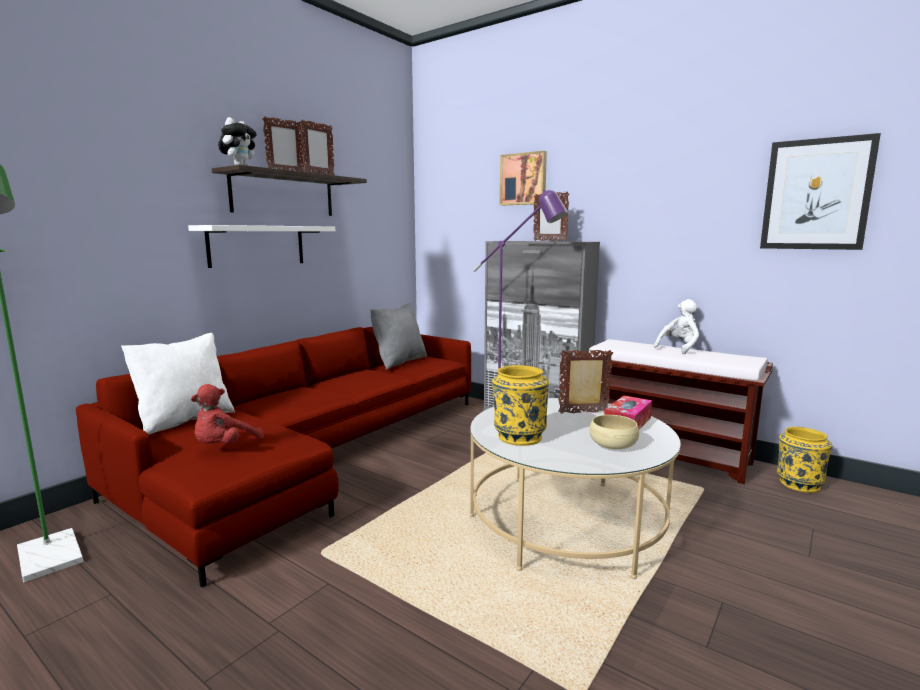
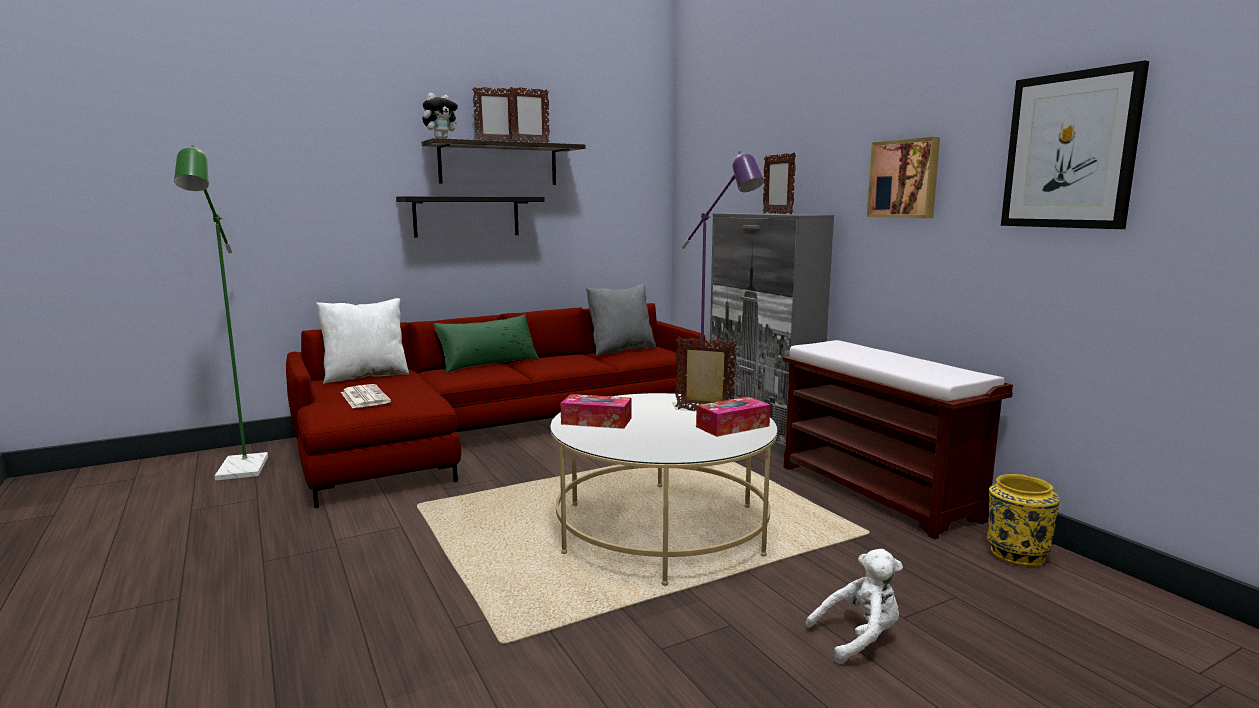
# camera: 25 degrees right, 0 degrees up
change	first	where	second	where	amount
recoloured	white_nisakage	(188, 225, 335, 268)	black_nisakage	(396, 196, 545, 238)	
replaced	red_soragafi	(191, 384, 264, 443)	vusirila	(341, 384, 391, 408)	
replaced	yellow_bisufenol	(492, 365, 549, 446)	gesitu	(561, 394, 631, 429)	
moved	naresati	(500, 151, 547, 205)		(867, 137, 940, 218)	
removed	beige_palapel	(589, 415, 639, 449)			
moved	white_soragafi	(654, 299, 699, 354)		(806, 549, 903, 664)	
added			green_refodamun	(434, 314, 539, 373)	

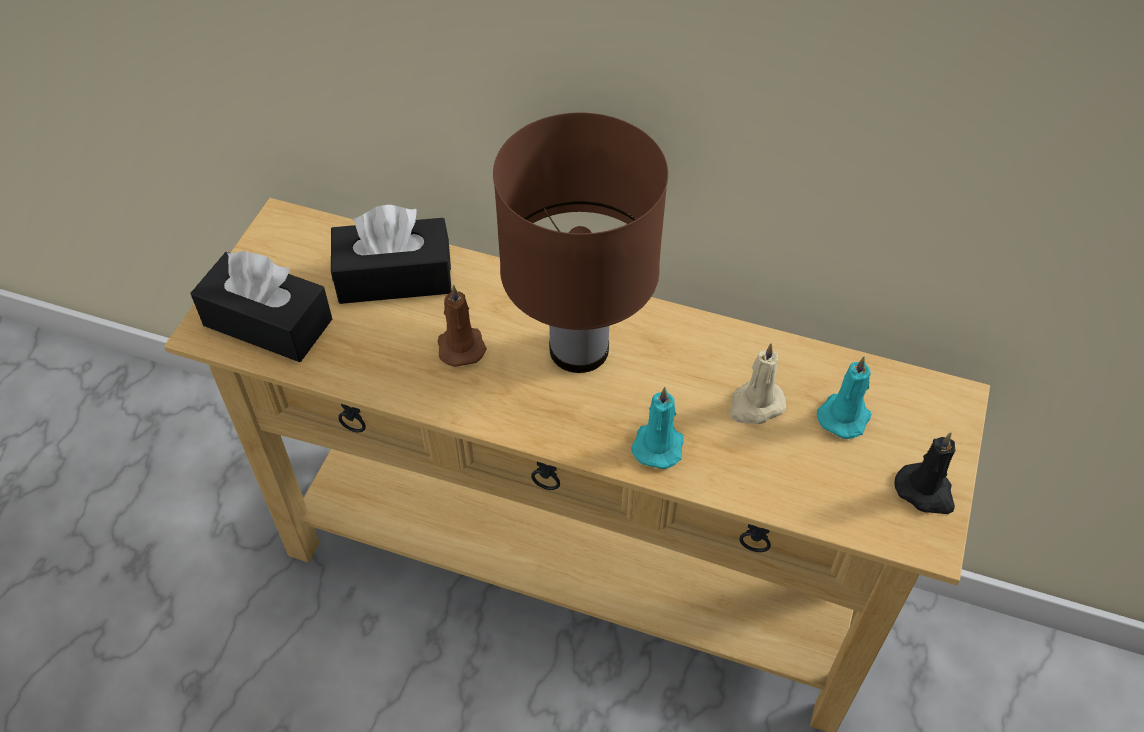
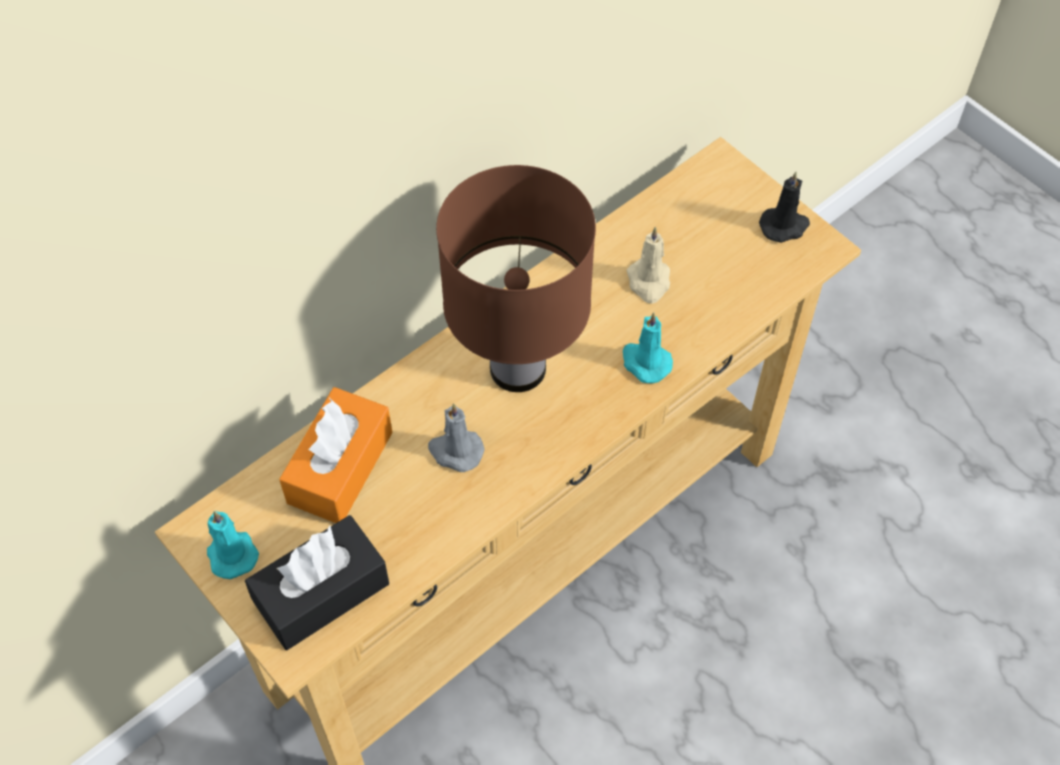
# camera: 60 degrees left, 5 degrees up
change	first	where	second	where	amount
recoloured	black_gesitu	(331, 205, 452, 304)	orange_gesitu	(279, 387, 392, 523)	
recoloured	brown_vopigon	(438, 284, 487, 367)	grey_vopigon	(428, 403, 485, 472)	
moved	turquoise_vopigon	(817, 356, 871, 439)		(207, 510, 259, 579)	

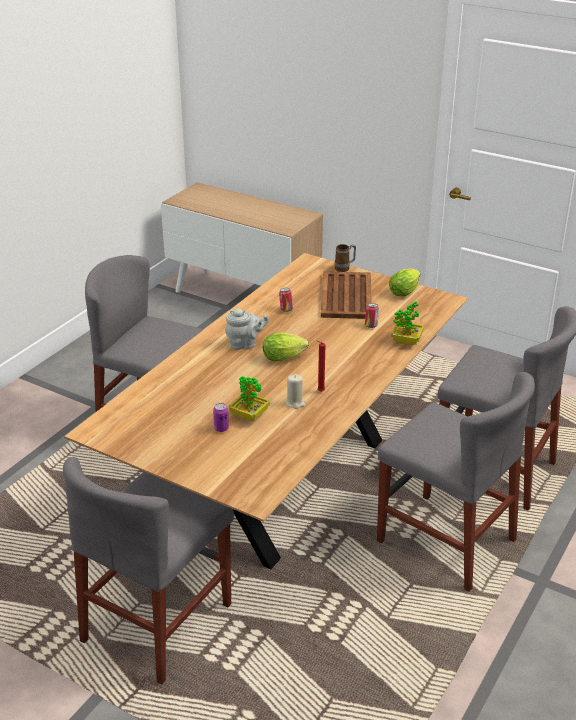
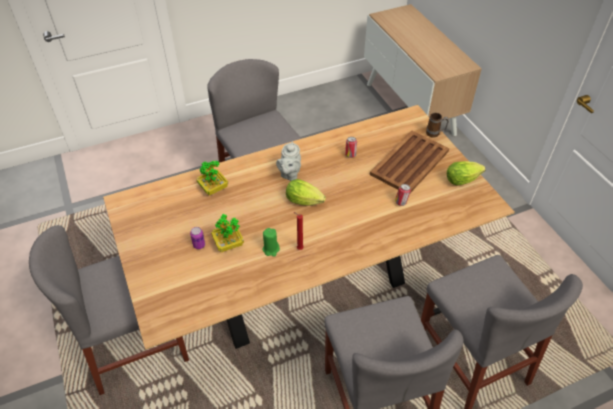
# camera: 35 degrees right, 15 degrees up
change	first	where	second	where	amount
turned	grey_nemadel	(225, 309, 269, 350)		(276, 141, 301, 181)	75 degrees clockwise
recoloured	beige_vopigon	(286, 374, 305, 409)	green_vopigon	(263, 228, 280, 257)	
moved	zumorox	(391, 301, 424, 346)		(196, 161, 228, 196)	

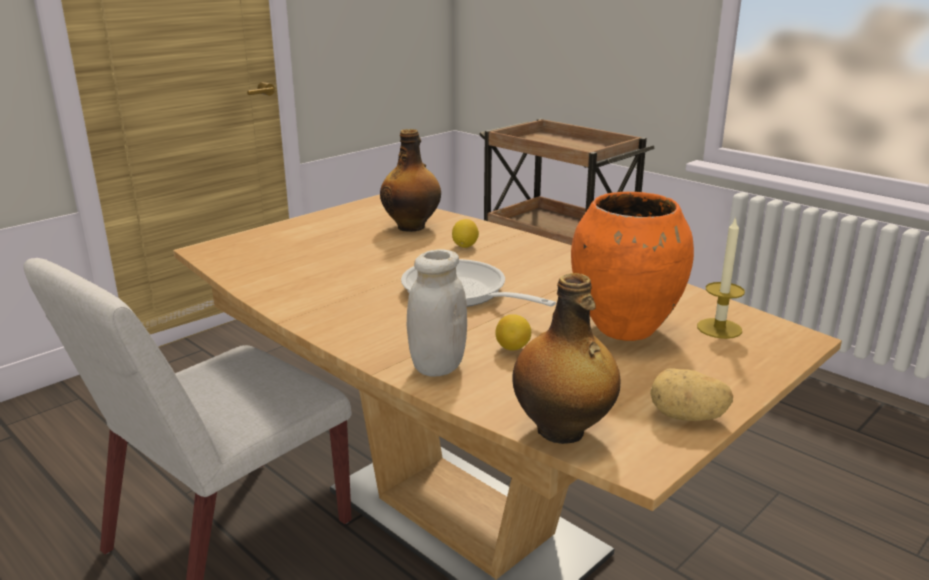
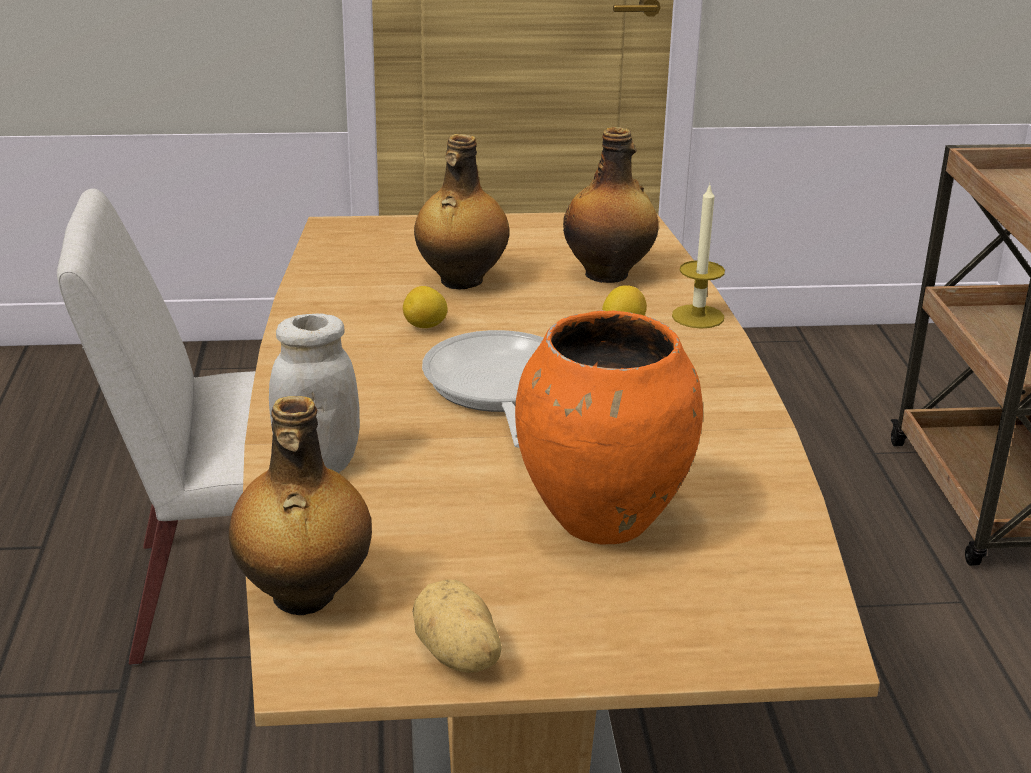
# camera: 40 degrees right, 5 degrees up
change	first	where	second	where	amount
moved	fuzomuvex	(495, 314, 531, 350)		(403, 286, 448, 328)	
moved	vopigon	(697, 216, 745, 339)		(672, 183, 725, 329)	
added			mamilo	(414, 134, 509, 289)	

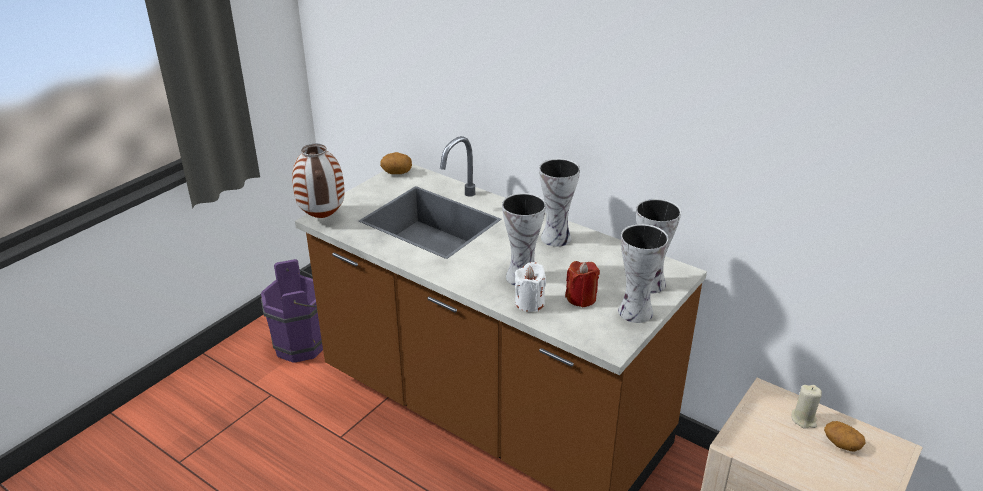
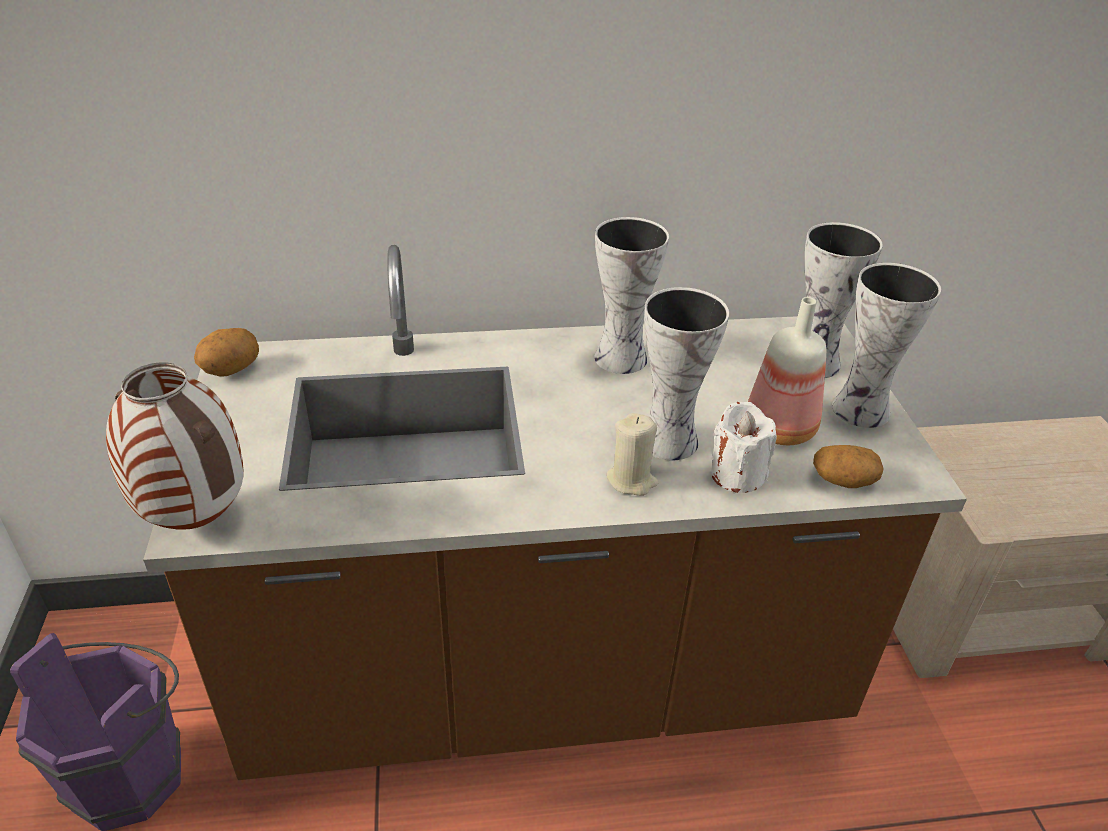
# camera: 45 degrees left, 5 degrees up
change	first	where	second	where	amount
replaced	red_vopigon	(565, 261, 600, 307)	mamilo	(748, 297, 827, 445)	
moved	beige_vopigon	(791, 385, 822, 429)		(606, 413, 658, 496)	
moved	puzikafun	(824, 421, 866, 452)		(813, 445, 884, 488)	

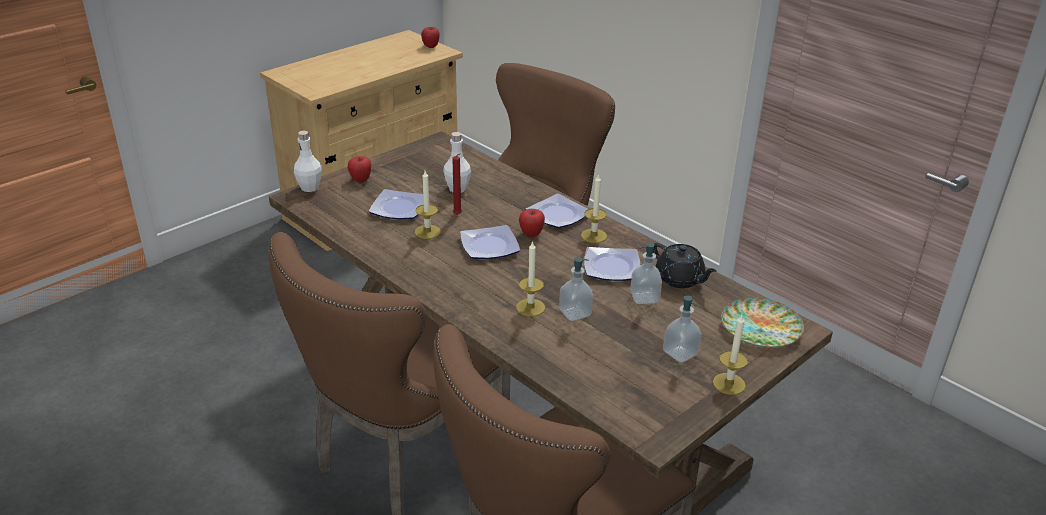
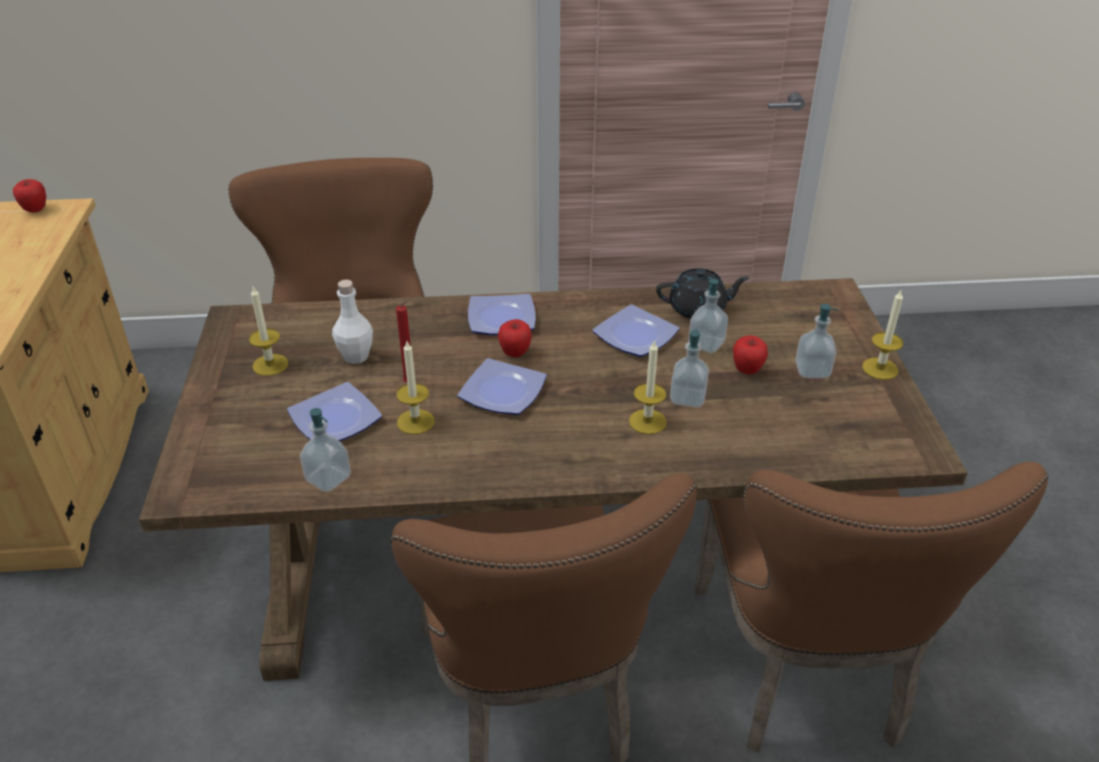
# camera: 50 degrees left, 5 degrees up
change	first	where	second	where	amount
removed	white_mamilo	(294, 131, 322, 192)			
moved	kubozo	(348, 156, 371, 182)		(733, 335, 768, 374)	
moved	vopigon	(581, 174, 607, 243)		(249, 287, 288, 376)	
removed	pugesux	(722, 297, 804, 348)			
added			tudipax	(300, 408, 351, 492)	

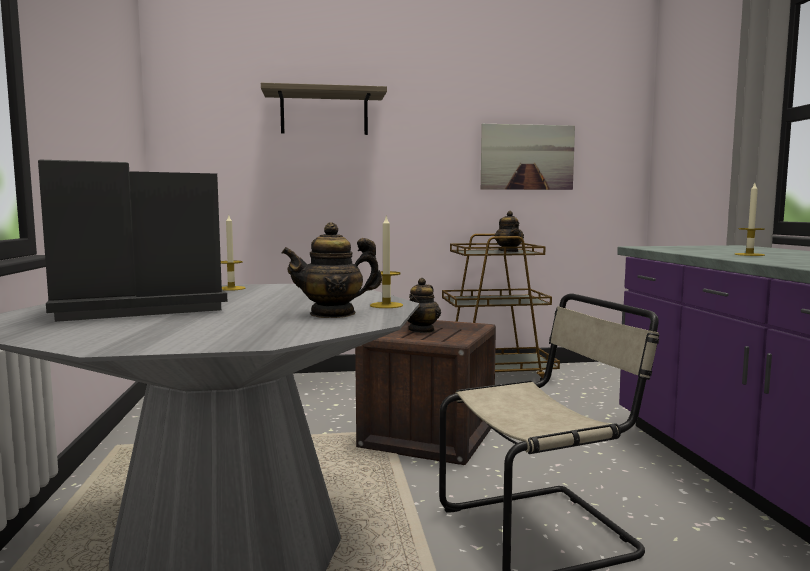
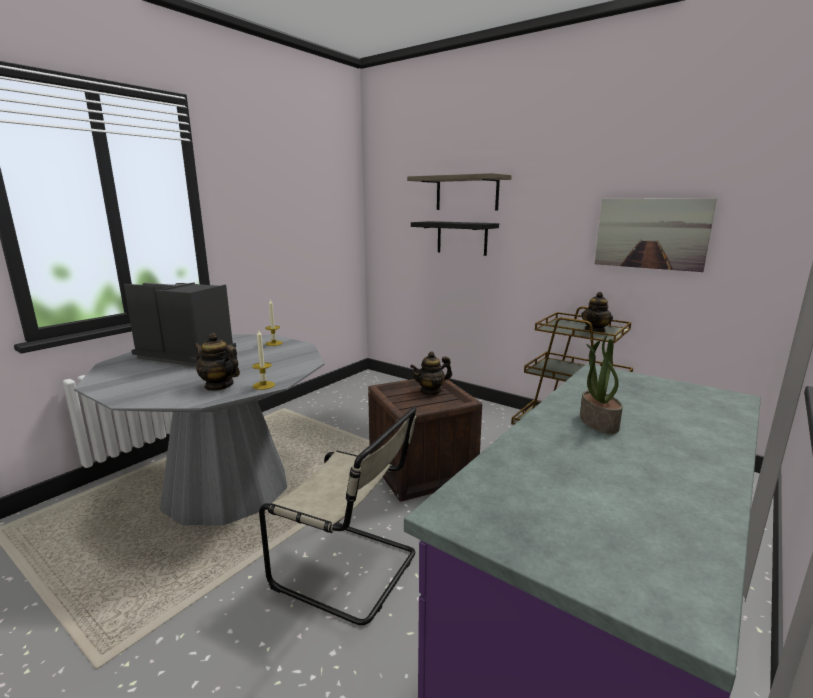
# camera: 45 degrees right, 10 degrees up
change	first	where	second	where	amount
replaced	vopigon	(735, 183, 765, 256)	zumorox	(580, 334, 623, 434)	
added			black_nisakage	(411, 221, 499, 256)	

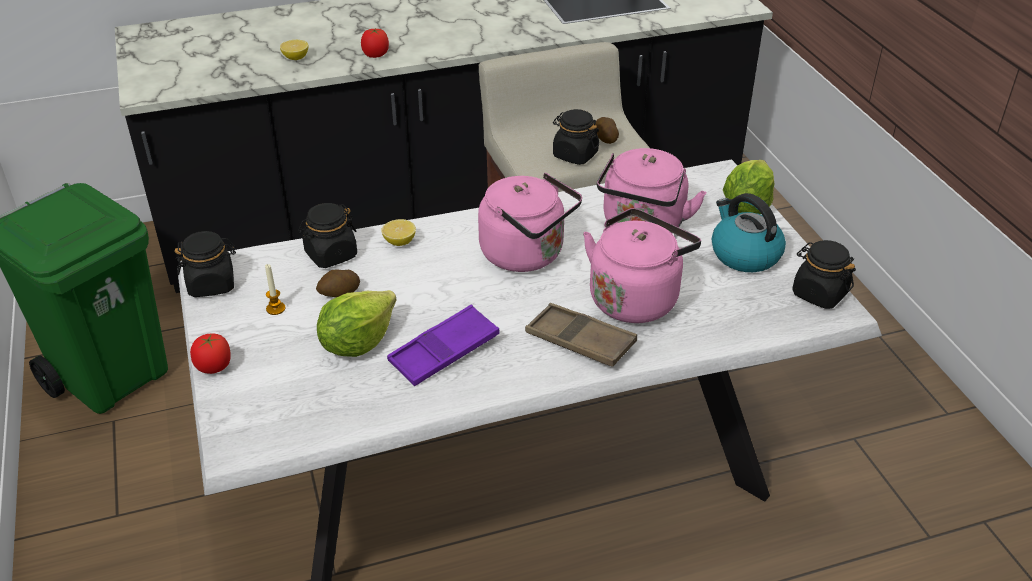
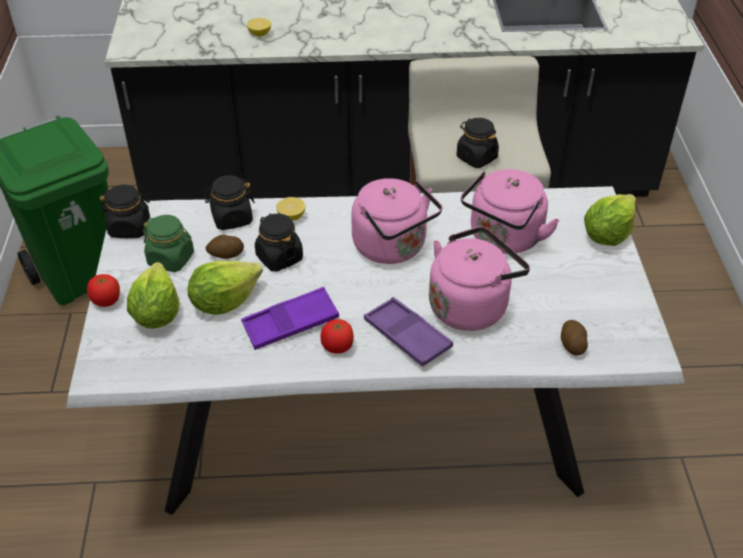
# camera: 15 degrees right, 5 degrees up
change	first	where	second	where	amount
replaced	vopigon	(265, 264, 286, 315)	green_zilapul	(142, 215, 194, 272)	
moved	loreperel	(361, 29, 389, 58)		(320, 319, 354, 354)	
recoloured	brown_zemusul	(525, 303, 637, 367)	purple_zemusul	(364, 297, 453, 367)	
moved	puzikafun	(595, 117, 619, 144)		(561, 320, 588, 355)	
removed	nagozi	(712, 193, 786, 272)			
moved	black_zilapul	(792, 240, 856, 309)		(255, 214, 303, 272)	
added			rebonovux	(127, 262, 179, 328)	

